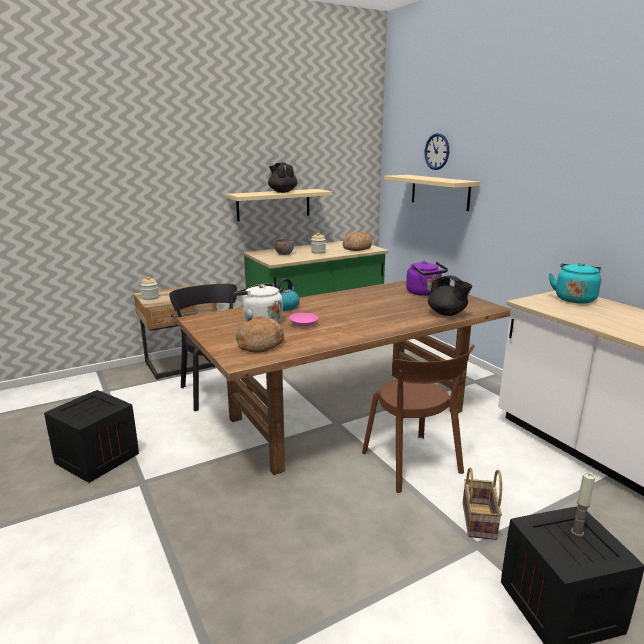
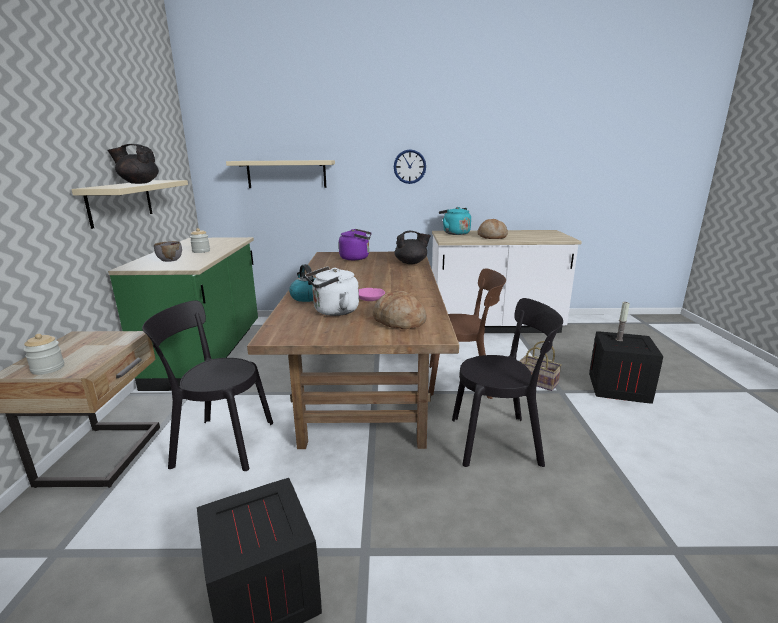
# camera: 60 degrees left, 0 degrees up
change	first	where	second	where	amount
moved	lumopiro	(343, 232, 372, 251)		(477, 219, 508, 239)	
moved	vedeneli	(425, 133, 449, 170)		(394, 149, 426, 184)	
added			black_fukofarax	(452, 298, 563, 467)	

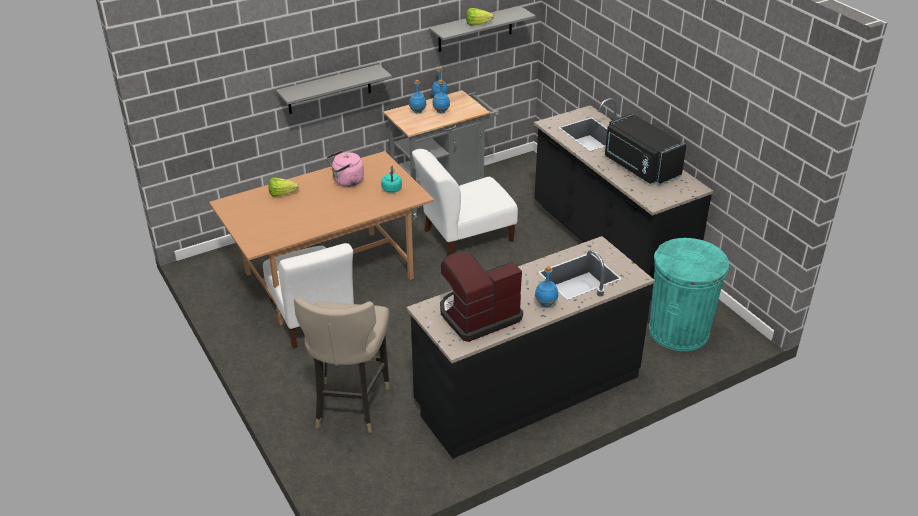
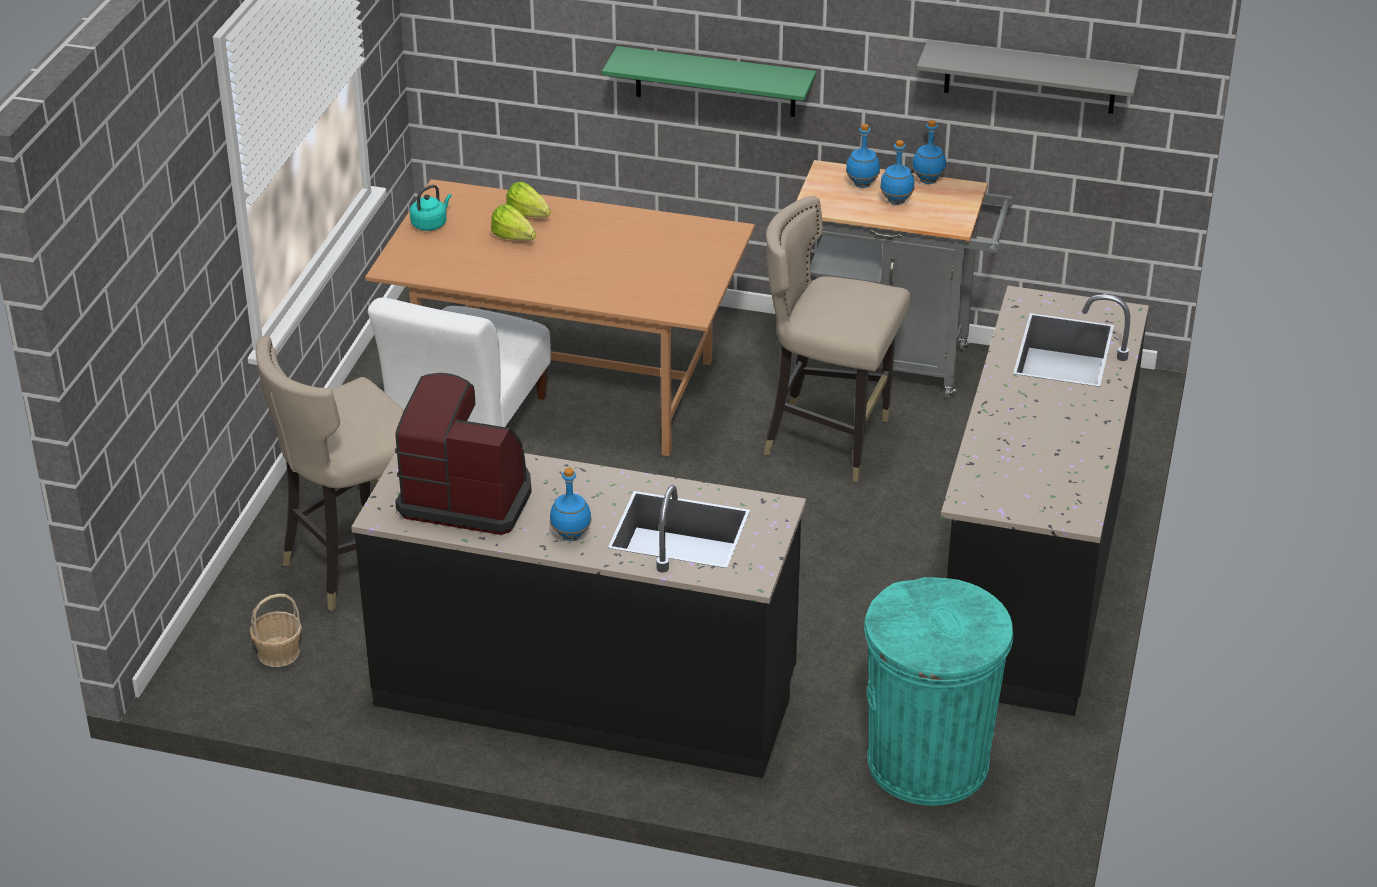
# camera: 45 degrees right, 0 degrees up
change	first	where	second	where	amount
recoloured	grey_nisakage	(276, 64, 392, 114)	green_nisakage	(602, 46, 816, 117)	
removed	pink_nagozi	(327, 150, 364, 187)			
moved	turquoise_nagozi	(381, 166, 402, 193)		(410, 185, 452, 231)	
replaced	white_fukofarax	(412, 149, 518, 256)	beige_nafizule	(764, 196, 911, 482)	
moved	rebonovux	(466, 8, 494, 26)		(491, 204, 536, 240)	
removed	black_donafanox	(605, 113, 686, 185)			
added			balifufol	(250, 594, 302, 667)	

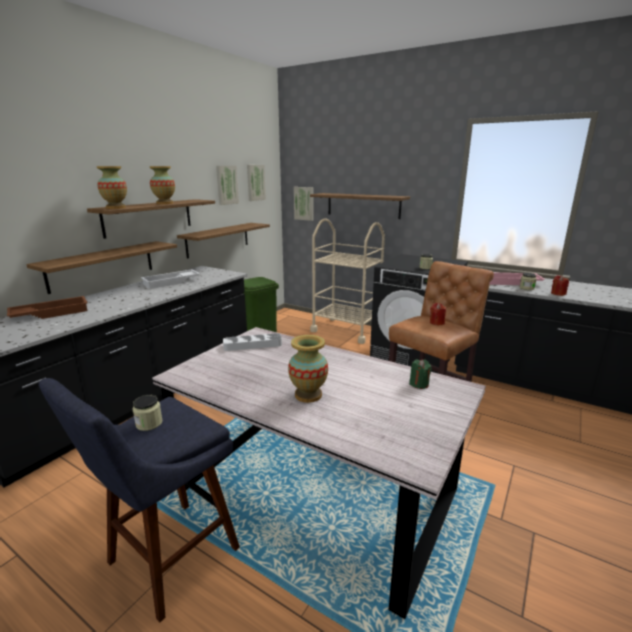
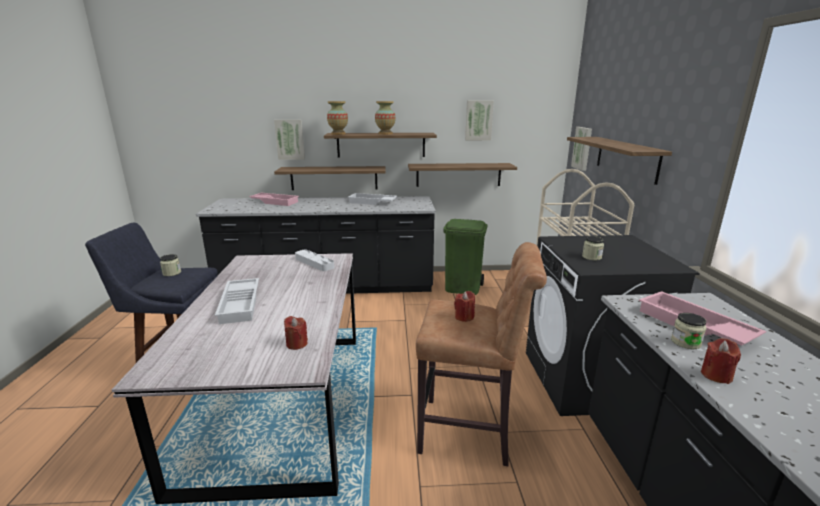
# camera: 55 degrees right, 0 degrees up
change	first	where	second	where	amount
recoloured	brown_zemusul	(7, 296, 88, 319)	pink_zemusul	(249, 193, 299, 206)	
moved	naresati	(247, 165, 266, 201)		(274, 120, 305, 160)	
replaced	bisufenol	(288, 335, 328, 403)	white_zemusul	(215, 278, 259, 324)	
recoloured	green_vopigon	(409, 359, 432, 389)	red_vopigon	(284, 316, 308, 350)	

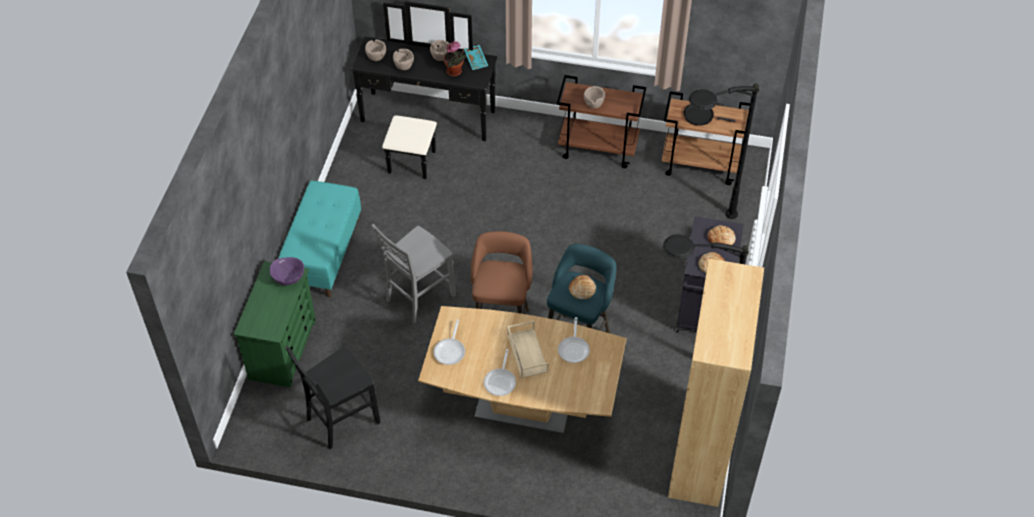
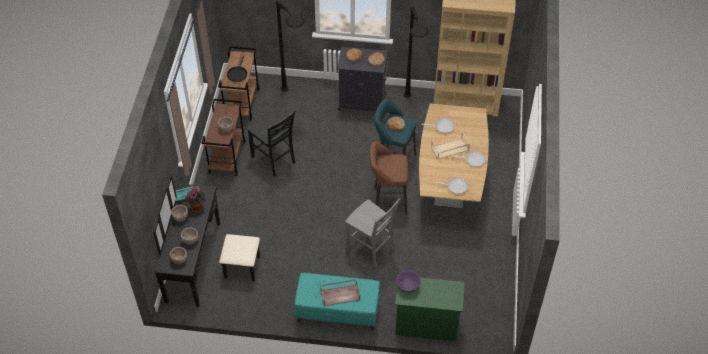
# camera: 95 degrees left, 0 degrees up
change	first	where	second	where	amount
moved	black_fukofarax	(285, 346, 380, 449)		(247, 110, 295, 177)	
added			brown_zemusul	(320, 279, 360, 306)	

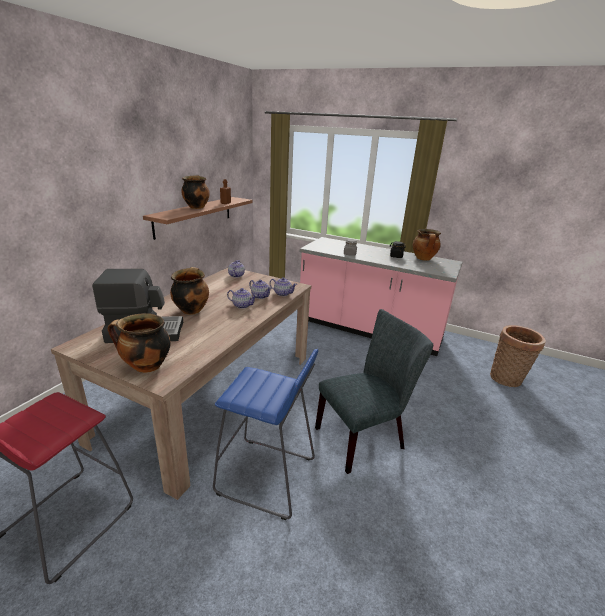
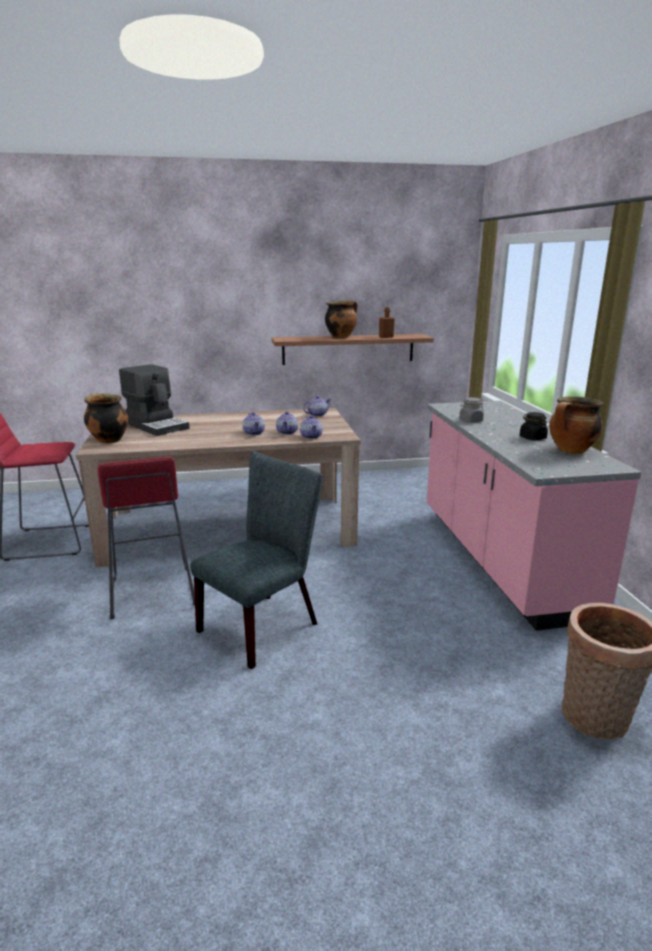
# camera: 55 degrees right, 5 degrees down
change	first	where	second	where	amount
removed	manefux	(170, 267, 209, 315)			
recoloured	blue_nafizule	(213, 349, 318, 520)	red_nafizule	(97, 457, 195, 620)	
turned	grey_fukofarax	(315, 309, 433, 474)		(190, 451, 323, 669)	75 degrees counterclockwise

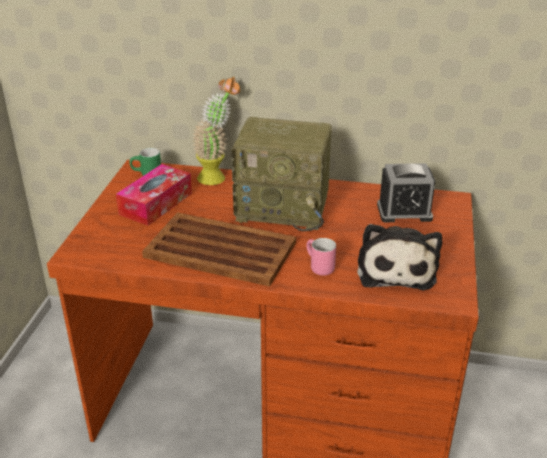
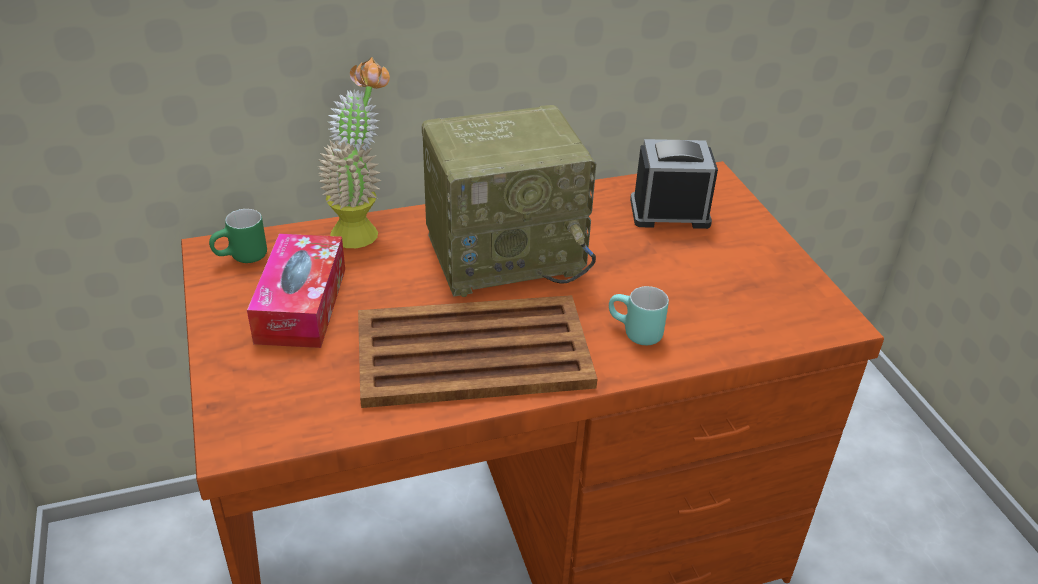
# camera: 30 degrees left, 5 degrees up
change	first	where	second	where	amount
recoloured	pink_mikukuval	(306, 238, 336, 276)	turquoise_mikukuval	(609, 286, 669, 345)	
removed	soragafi	(357, 224, 442, 291)			
turned	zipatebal	(377, 163, 435, 222)		(630, 139, 718, 229)	150 degrees counterclockwise

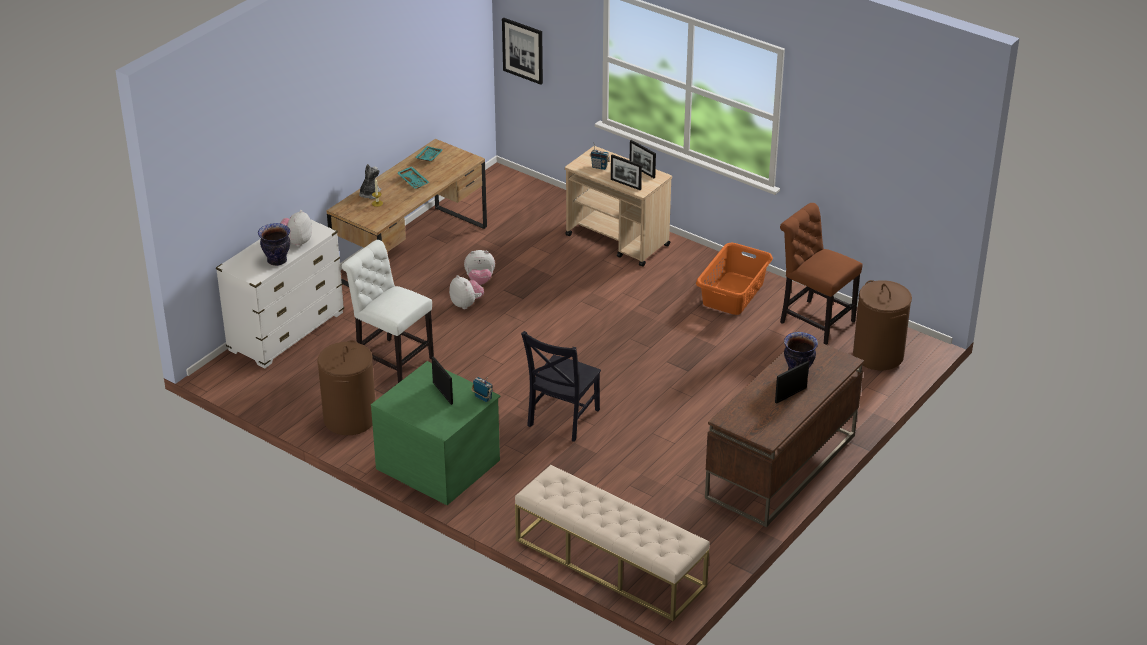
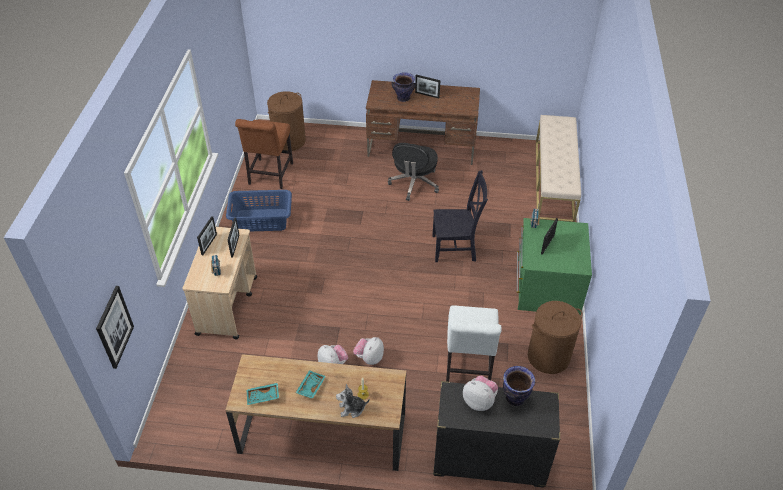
# camera: 120 degrees left, 10 degrees up
change	first	where	second	where	amount
recoloured	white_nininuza	(216, 219, 344, 368)	black_nininuza	(433, 381, 560, 488)	
turned	soragafi	(280, 210, 312, 247)		(463, 376, 498, 411)	135 degrees counterclockwise
recoloured	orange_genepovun	(696, 242, 773, 315)	blue_genepovun	(226, 190, 292, 231)	
added			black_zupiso	(388, 143, 439, 201)	

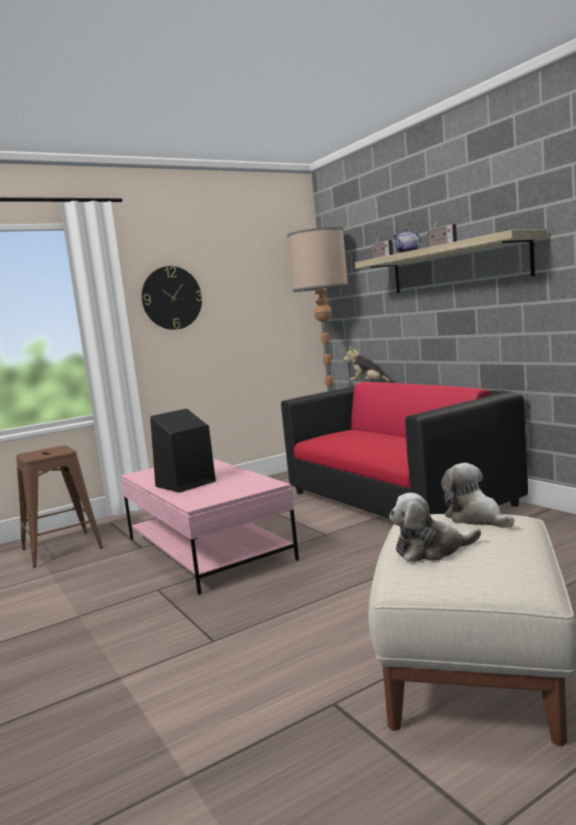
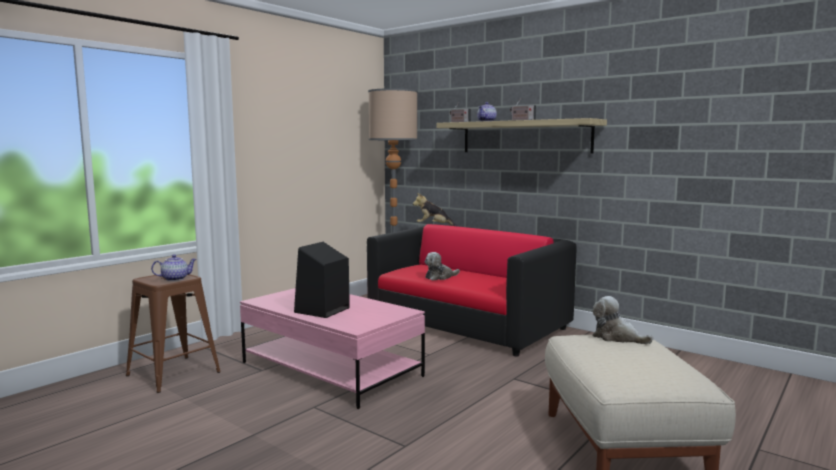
# camera: 20 degrees left, 0 degrees up
change	first	where	second	where	amount
removed	vedeneli	(142, 266, 202, 330)			
moved	soragafi	(389, 493, 481, 562)		(425, 252, 460, 280)	
added			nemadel	(151, 254, 197, 281)	

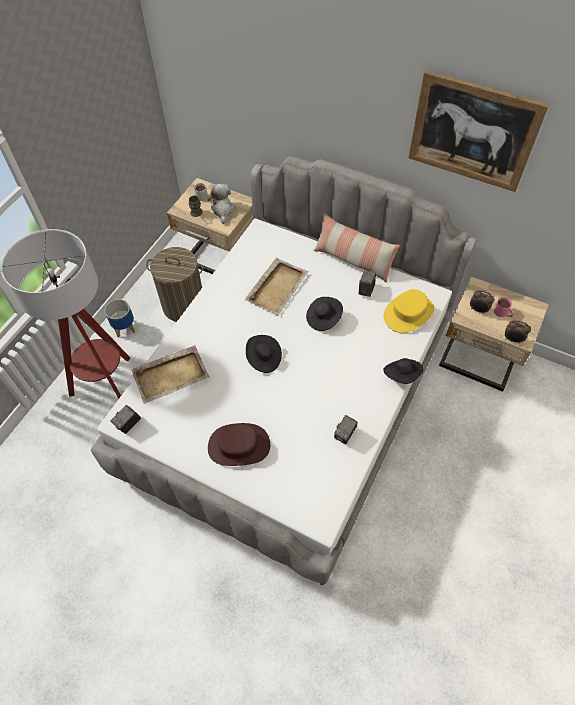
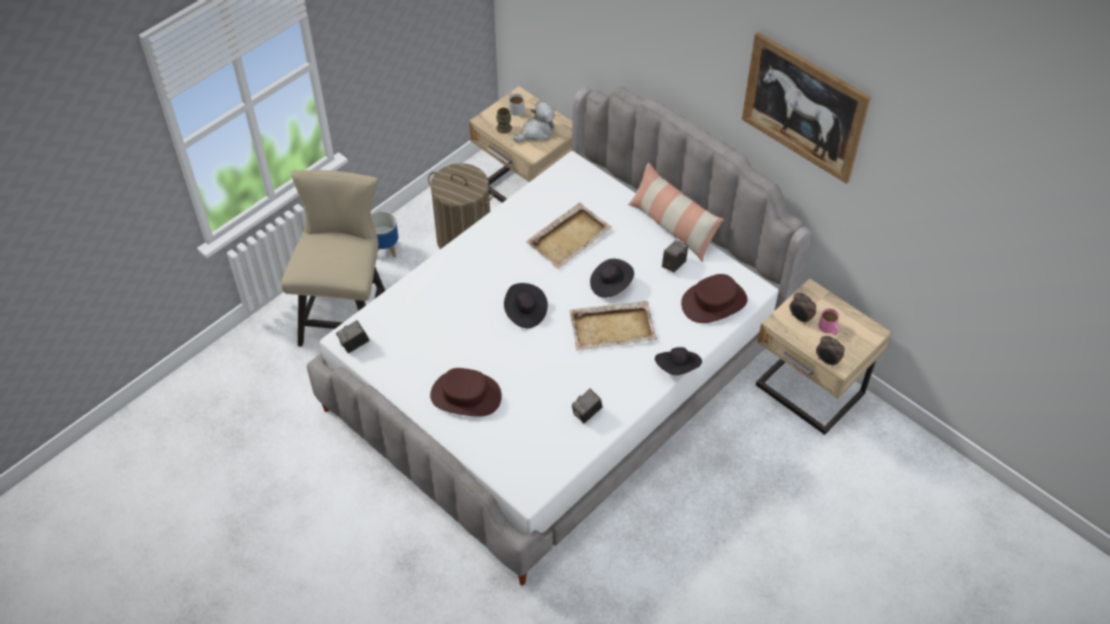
# camera: 15 degrees right, 5 degrees down
change	first	where	second	where	amount
replaced	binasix	(1, 229, 130, 398)	beige_fukofarax	(281, 170, 385, 347)	
moved	beige_zemusul	(131, 345, 209, 404)		(569, 301, 657, 351)	
turned	soragafi	(208, 184, 235, 224)		(513, 101, 555, 142)	45 degrees clockwise
recoloured	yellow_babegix	(384, 289, 434, 333)	brown_babegix	(681, 274, 748, 323)	

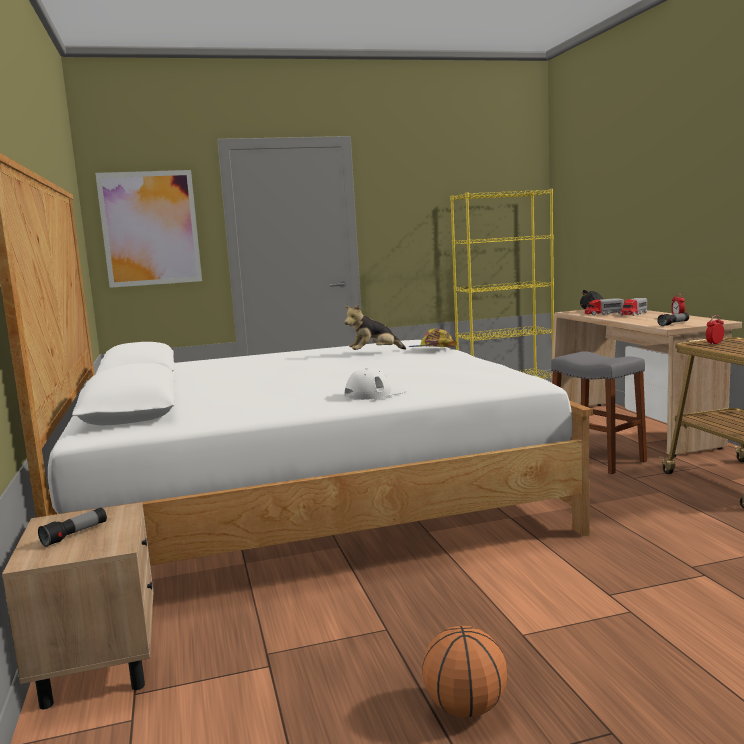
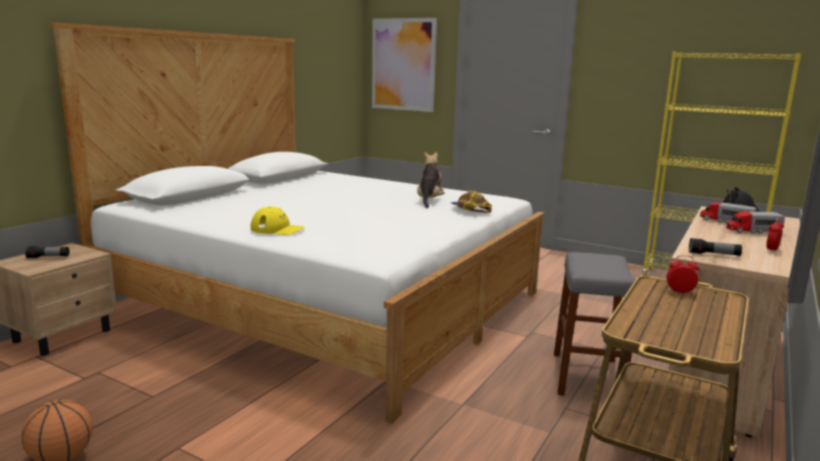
# camera: 45 degrees right, 5 degrees up
change	first	where	second	where	amount
turned	soragafi	(344, 304, 406, 350)		(417, 151, 445, 208)	75 degrees clockwise
recoloured	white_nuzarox	(345, 368, 408, 400)	yellow_nuzarox	(251, 207, 305, 235)	

